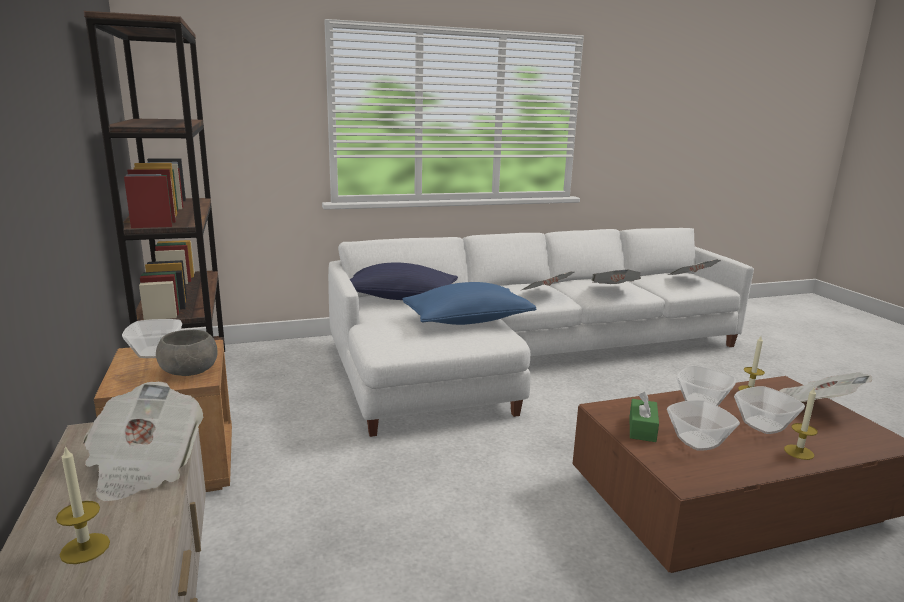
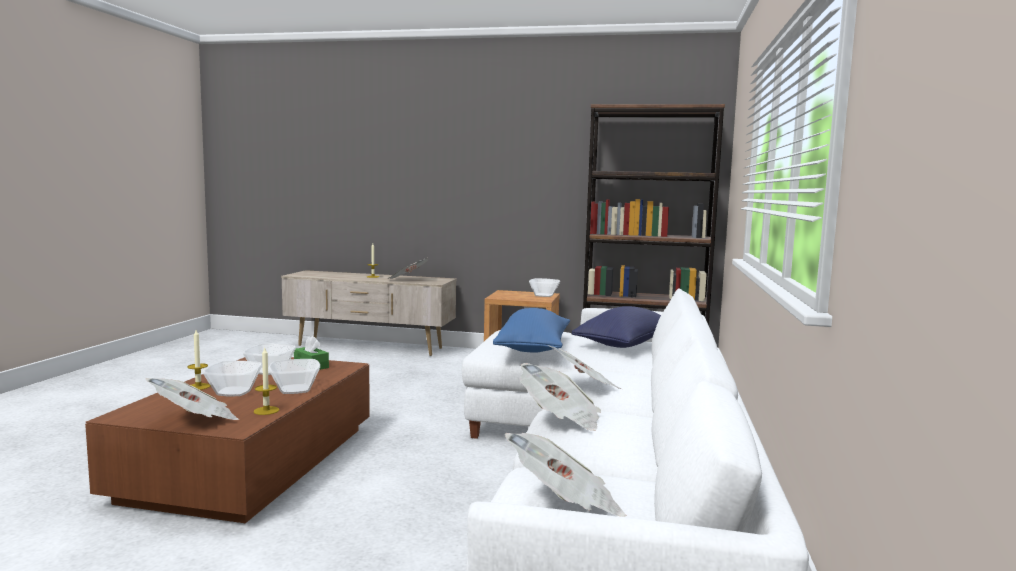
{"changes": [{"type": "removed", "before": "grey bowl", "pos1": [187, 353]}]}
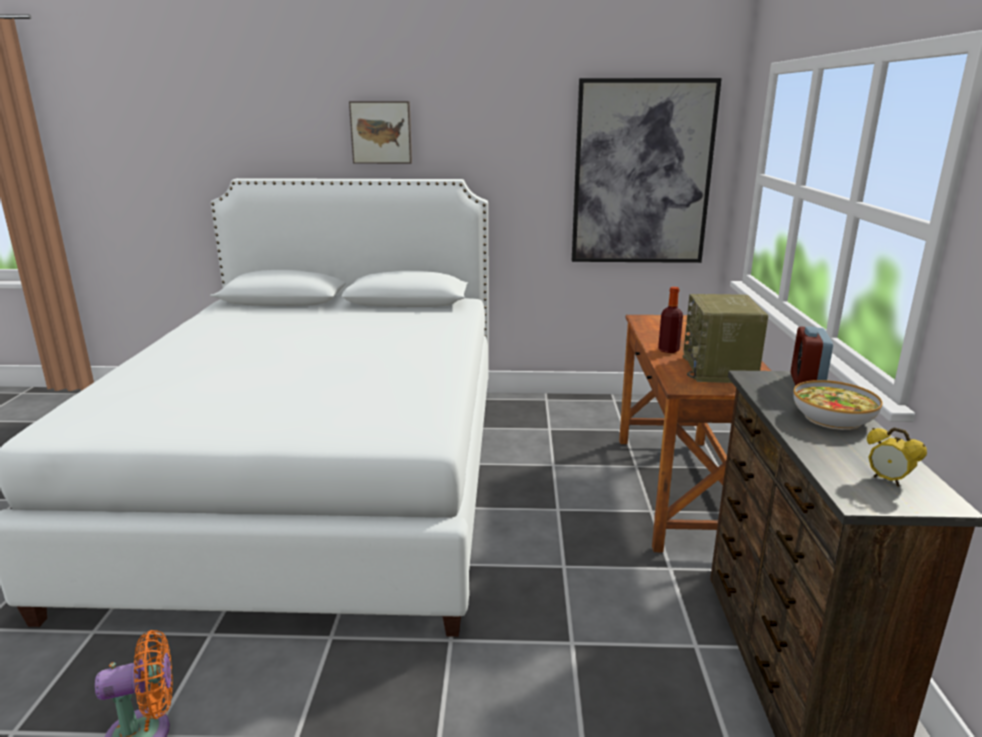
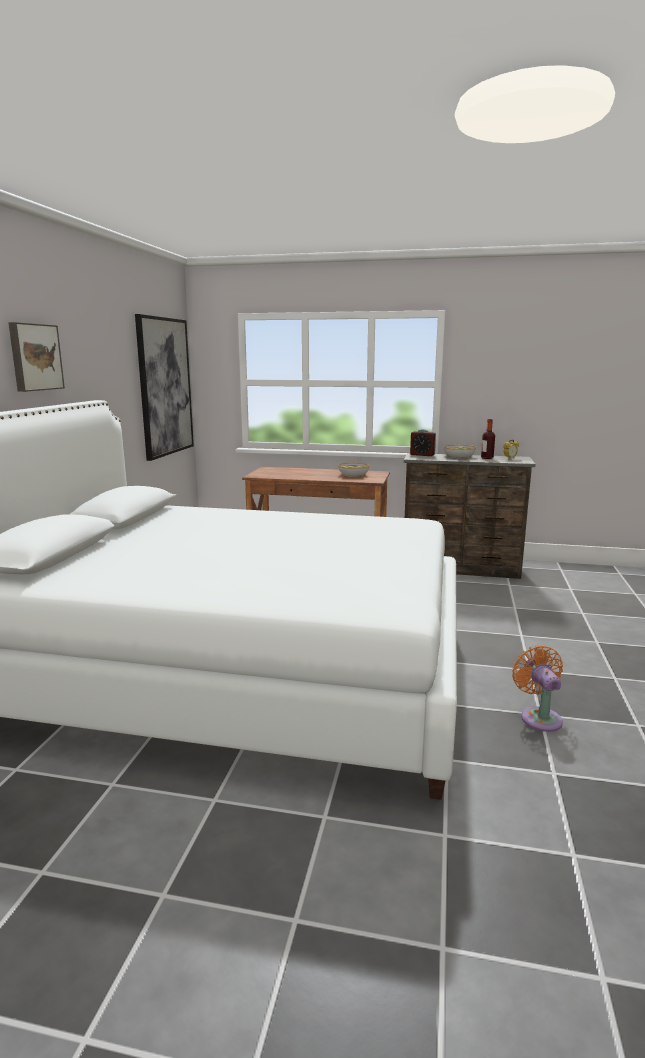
{"changes": [{"type": "moved", "before": "bottle", "pos1": [670, 320], "pos2": [488, 439]}, {"type": "replaced", "before": "radio", "after": "bowl", "pos1": [725, 338], "pos2": [353, 470]}]}
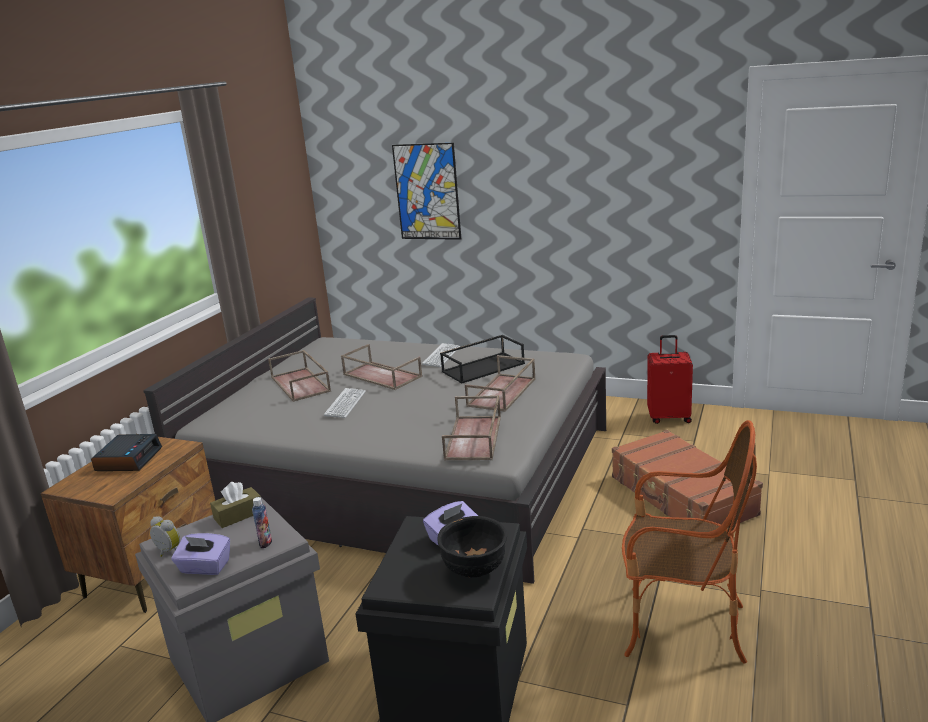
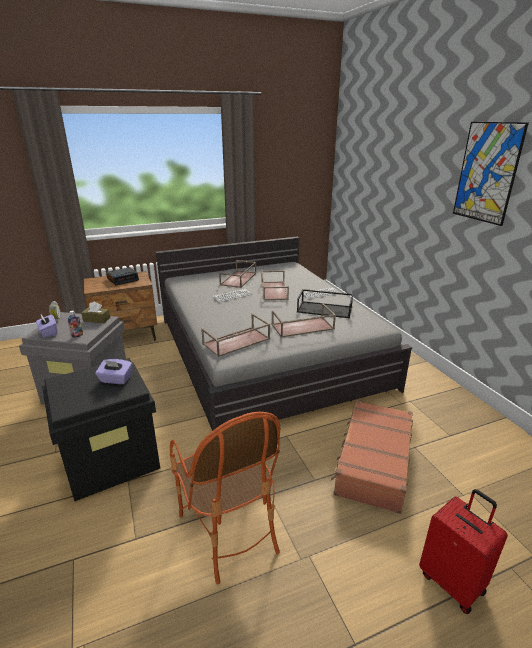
{"changes": [{"type": "moved", "before": "picture", "pos1": [426, 191], "pos2": [491, 174]}, {"type": "removed", "before": "black bowl", "pos1": [472, 546]}, {"type": "moved", "before": "red suitcase", "pos1": [670, 379], "pos2": [463, 551]}]}
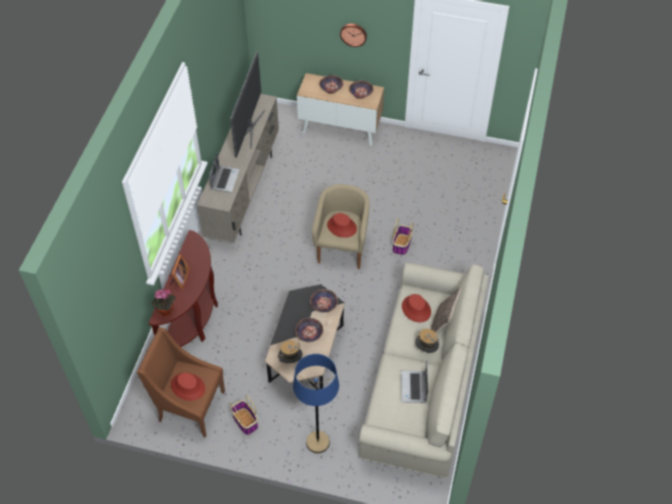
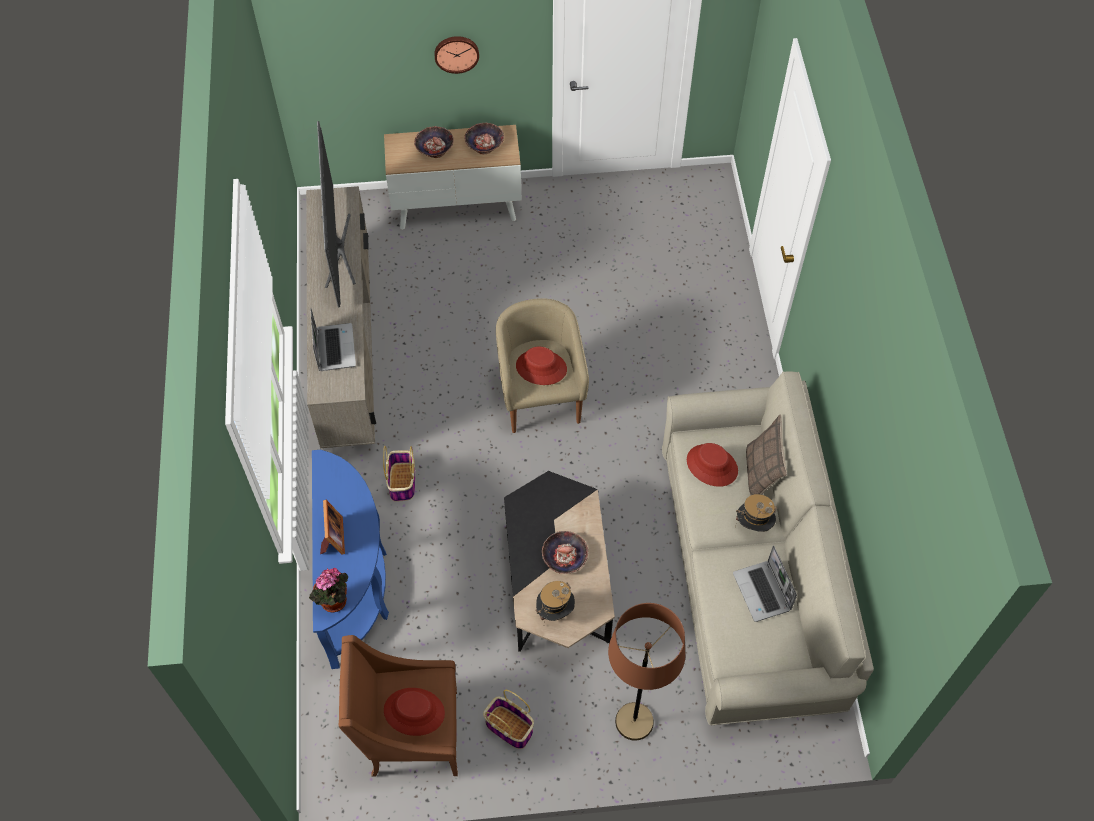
{"changes": [{"type": "recoloured", "before": "brown console table", "after": "blue console table", "pos1": [183, 288], "pos2": [350, 559]}, {"type": "recoloured", "before": "blue floor lamp", "after": "brown floor lamp", "pos1": [316, 403], "pos2": [647, 672]}, {"type": "removed", "before": "bowl", "pos1": [324, 301]}, {"type": "moved", "before": "basket", "pos1": [403, 236], "pos2": [399, 474]}]}
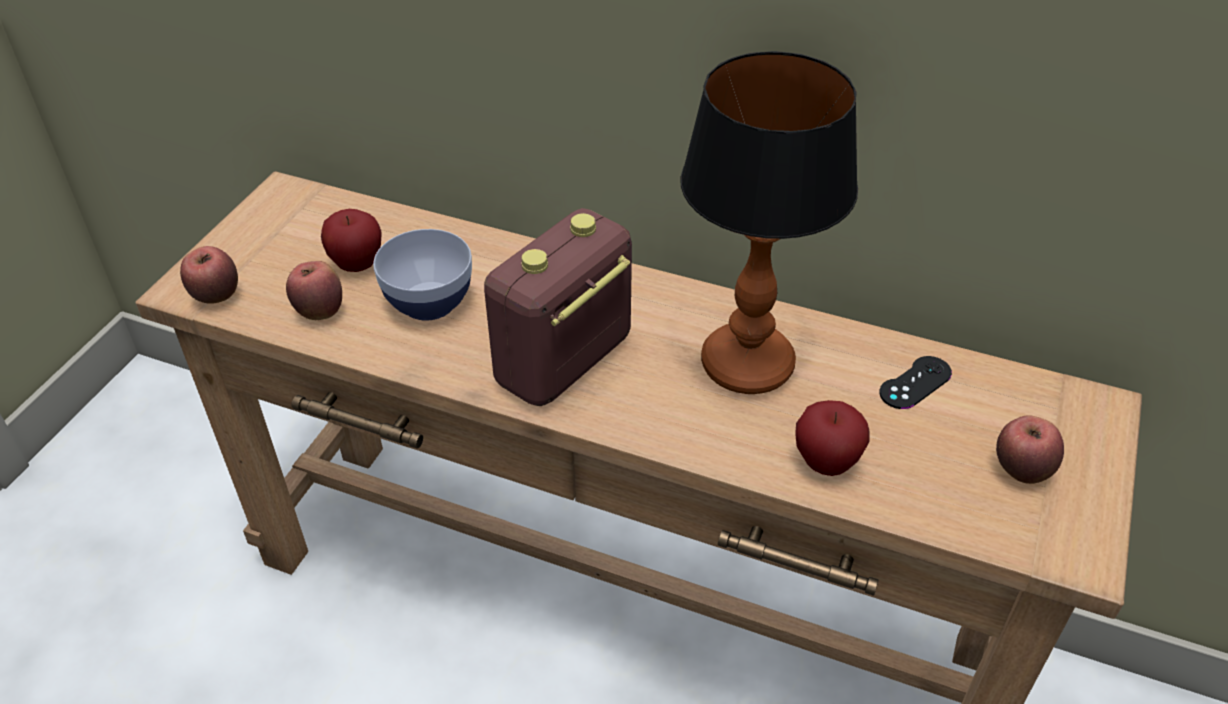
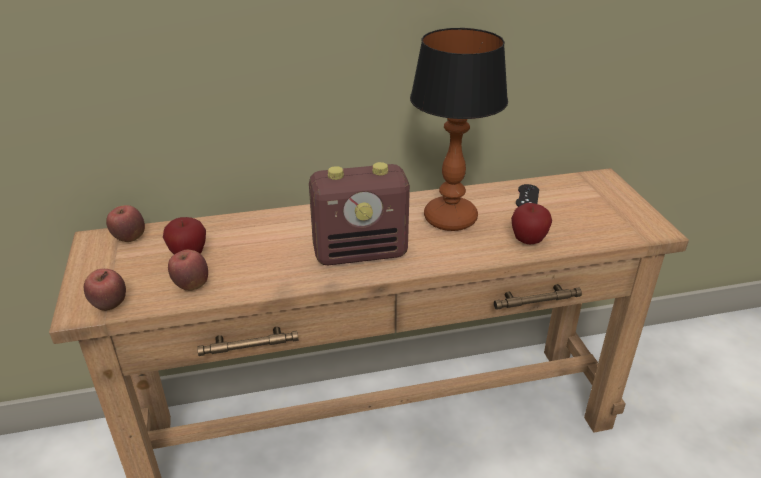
{"changes": [{"type": "removed", "before": "bowl", "pos1": [422, 274]}, {"type": "turned", "before": "radio", "pos1": [558, 307], "pos2": [359, 213], "turn": -105}, {"type": "moved", "before": "apple", "pos1": [1030, 449], "pos2": [125, 223]}]}
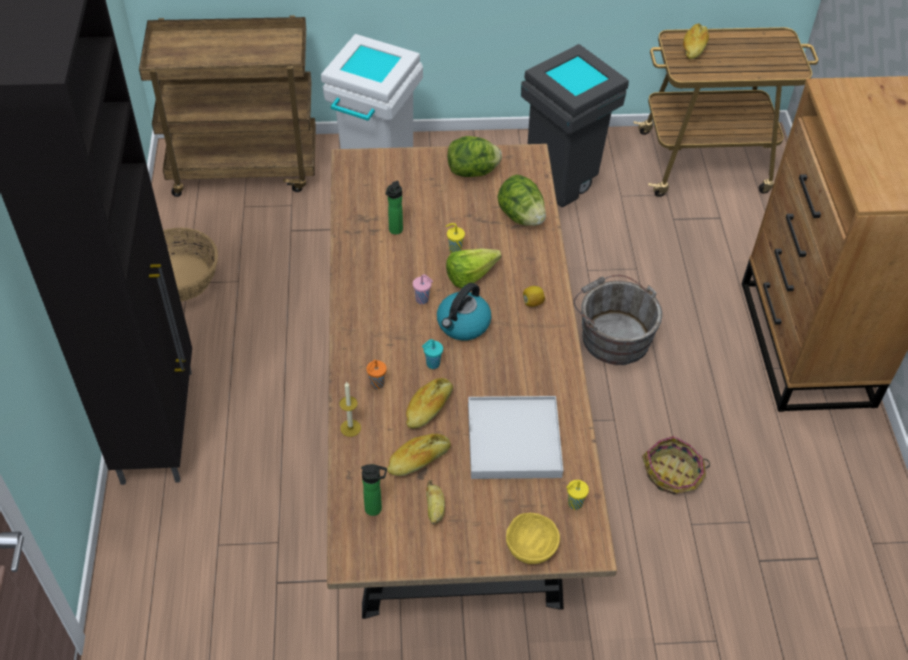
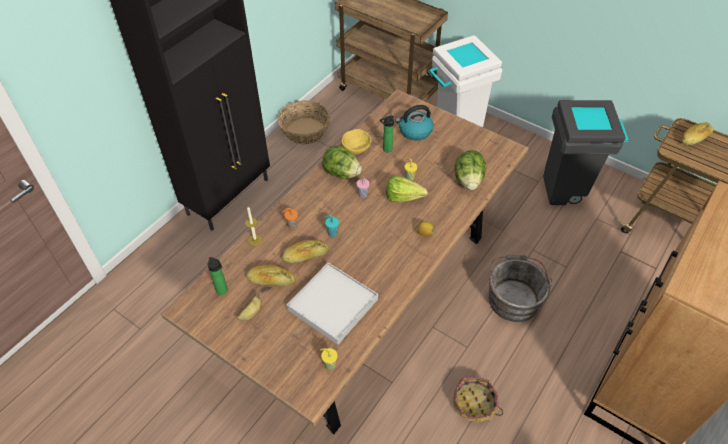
{"changes": [{"type": "moved", "before": "kettle", "pos1": [464, 312], "pos2": [414, 122]}, {"type": "moved", "before": "lettuce", "pos1": [474, 156], "pos2": [342, 162]}, {"type": "moved", "before": "yellow bowl", "pos1": [533, 538], "pos2": [356, 141]}]}
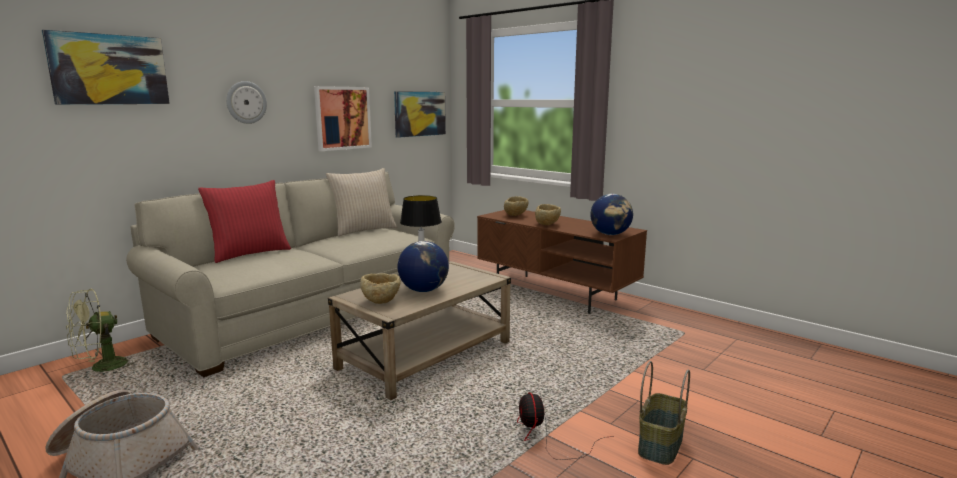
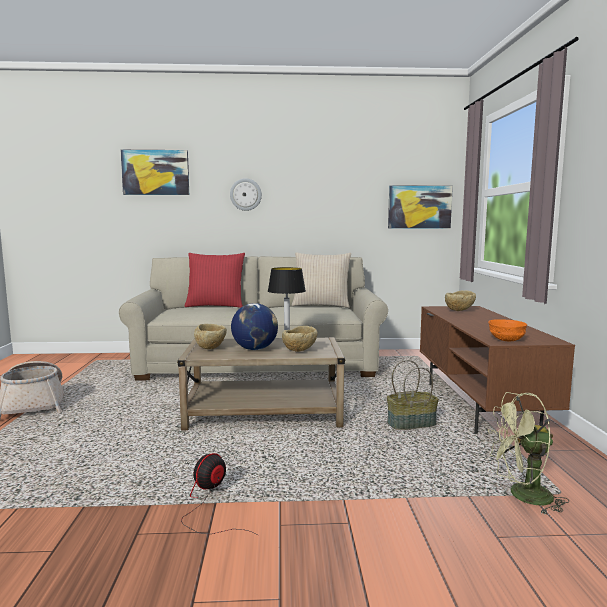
{"changes": [{"type": "moved", "before": "green fan", "pos1": [101, 332], "pos2": [528, 453]}, {"type": "removed", "before": "picture", "pos1": [343, 118]}, {"type": "moved", "before": "beige bowl", "pos1": [548, 214], "pos2": [300, 339]}, {"type": "replaced", "before": "globe", "after": "orange bowl", "pos1": [611, 214], "pos2": [507, 330]}, {"type": "moved", "before": "basket", "pos1": [664, 413], "pos2": [413, 395]}]}
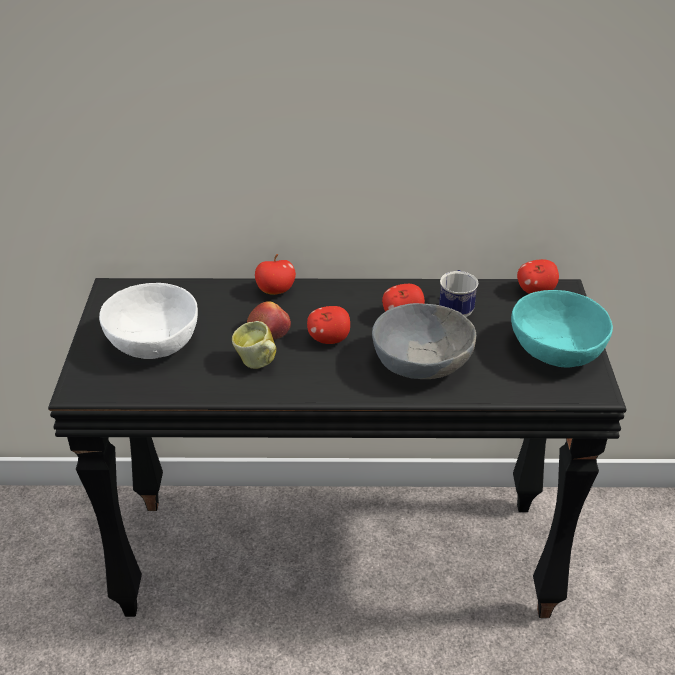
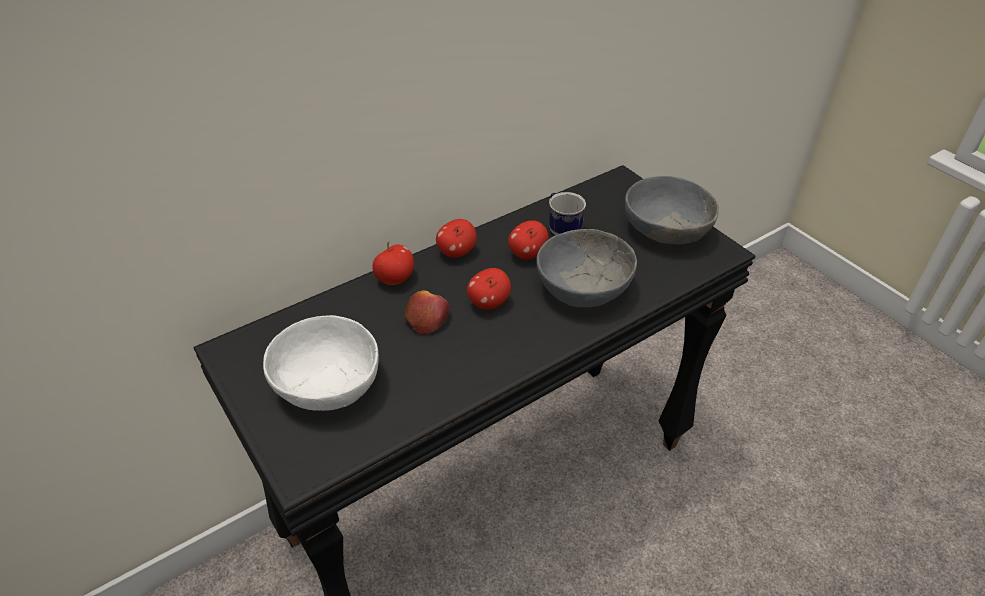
{"changes": [{"type": "removed", "before": "mug", "pos1": [254, 345]}, {"type": "recoloured", "before": "turquoise bowl", "after": "grey bowl", "pos1": [562, 329], "pos2": [672, 210]}, {"type": "moved", "before": "apple", "pos1": [538, 276], "pos2": [456, 238]}]}
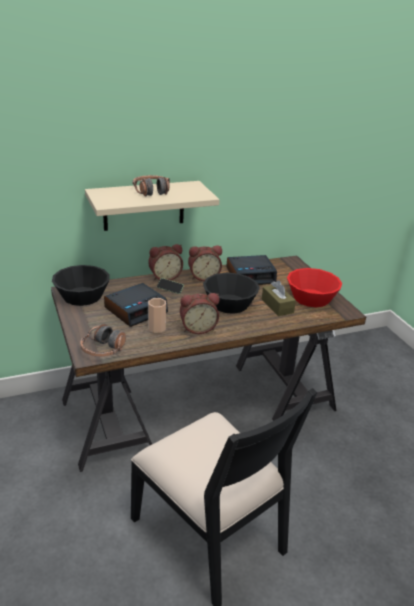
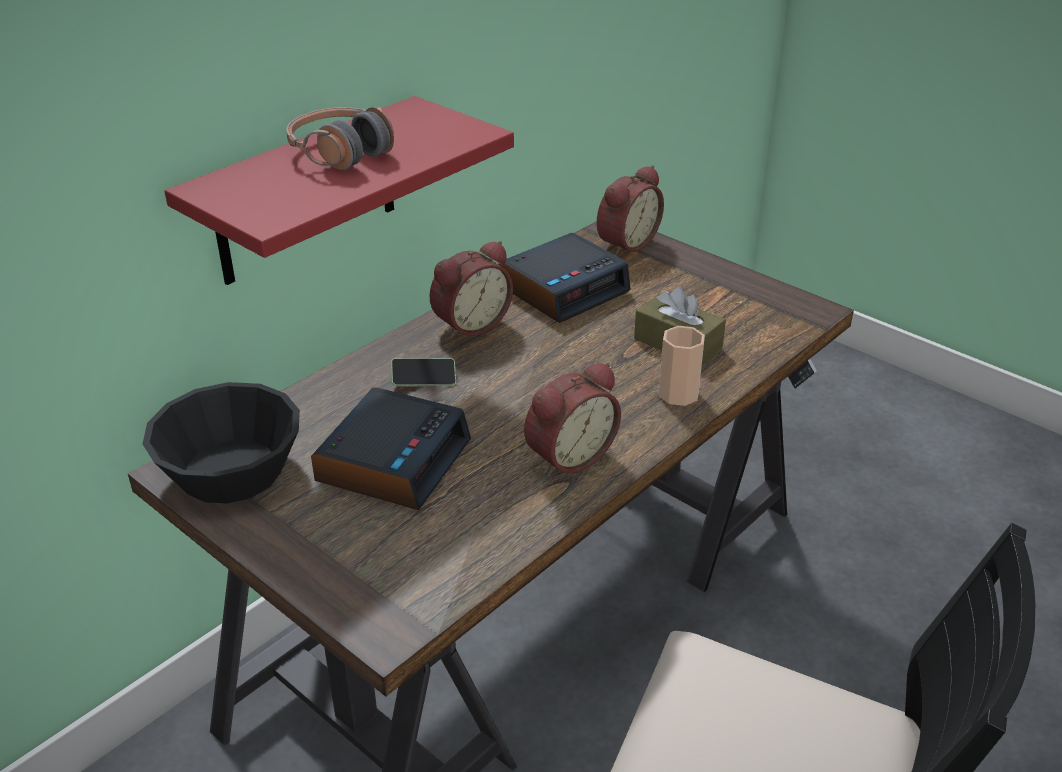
{"changes": [{"type": "removed", "before": "headphones", "pos1": [103, 340]}, {"type": "recoloured", "before": "beige shelf", "after": "red shelf", "pos1": [152, 206], "pos2": [339, 190]}, {"type": "moved", "before": "alarm clock", "pos1": [165, 262], "pos2": [630, 210]}, {"type": "moved", "before": "cup", "pos1": [157, 315], "pos2": [681, 366]}, {"type": "removed", "before": "black bowl", "pos1": [231, 293]}, {"type": "removed", "before": "red bowl", "pos1": [314, 287]}]}
